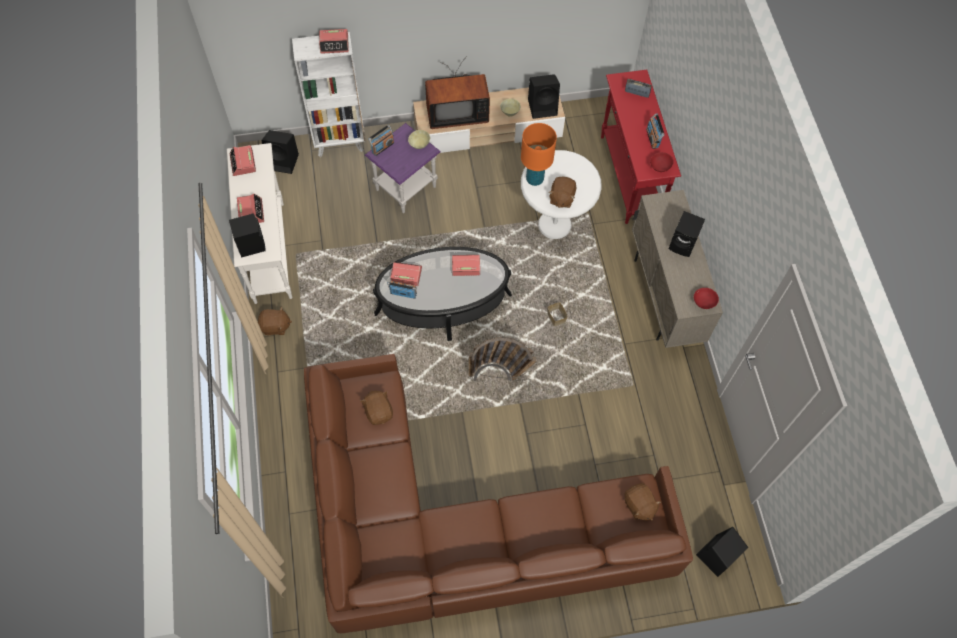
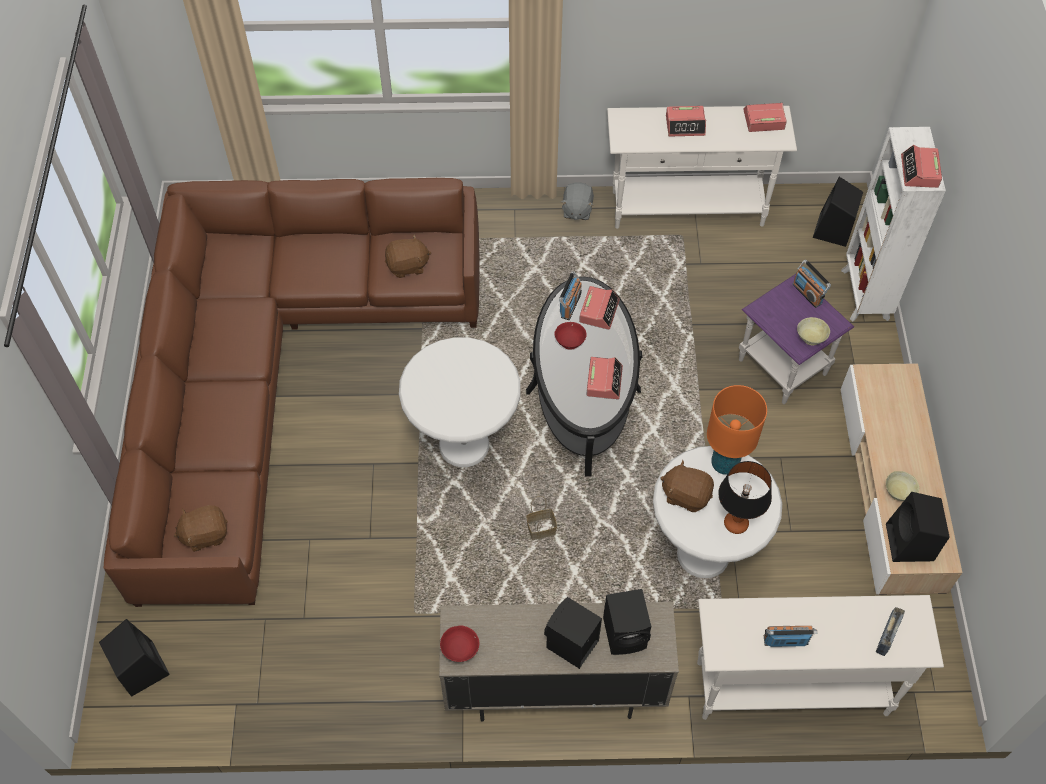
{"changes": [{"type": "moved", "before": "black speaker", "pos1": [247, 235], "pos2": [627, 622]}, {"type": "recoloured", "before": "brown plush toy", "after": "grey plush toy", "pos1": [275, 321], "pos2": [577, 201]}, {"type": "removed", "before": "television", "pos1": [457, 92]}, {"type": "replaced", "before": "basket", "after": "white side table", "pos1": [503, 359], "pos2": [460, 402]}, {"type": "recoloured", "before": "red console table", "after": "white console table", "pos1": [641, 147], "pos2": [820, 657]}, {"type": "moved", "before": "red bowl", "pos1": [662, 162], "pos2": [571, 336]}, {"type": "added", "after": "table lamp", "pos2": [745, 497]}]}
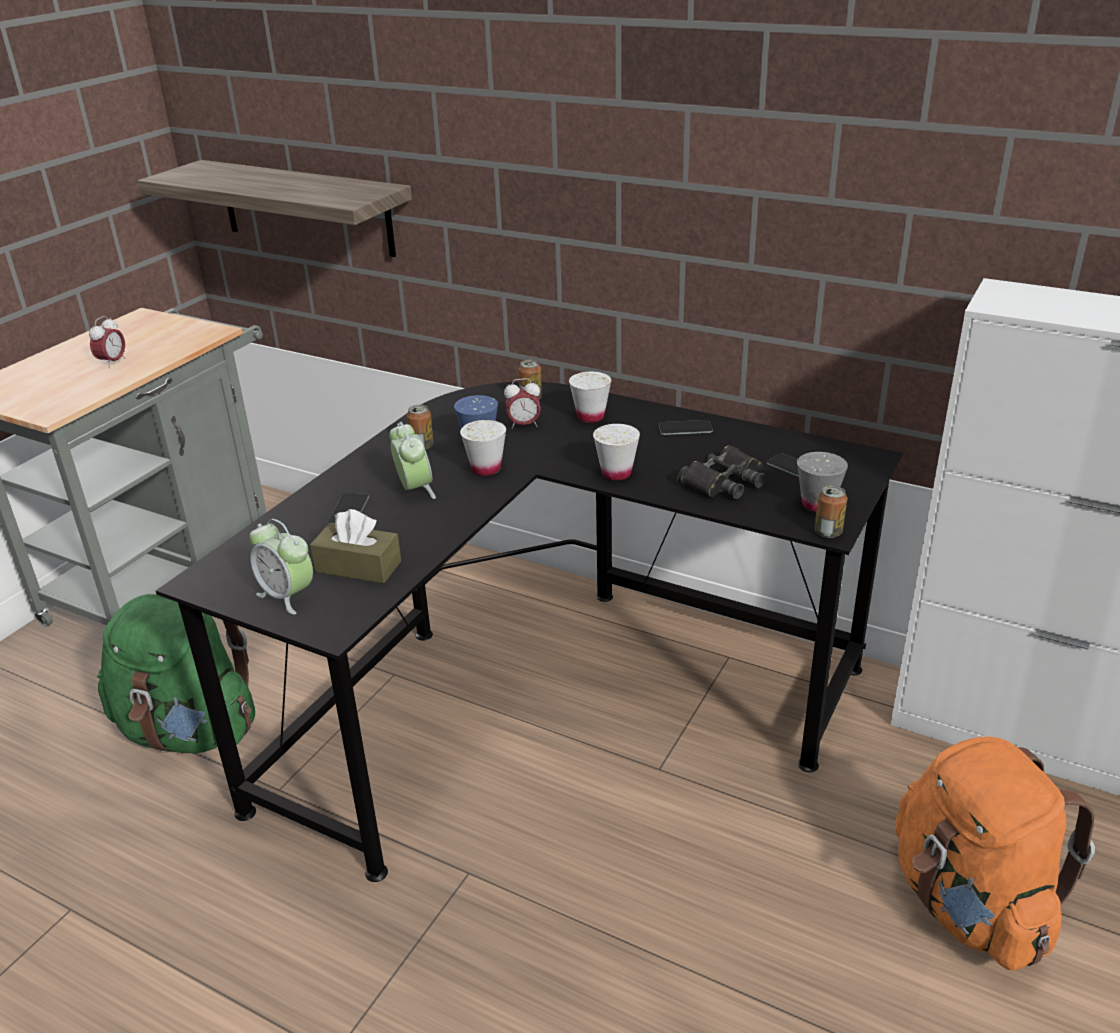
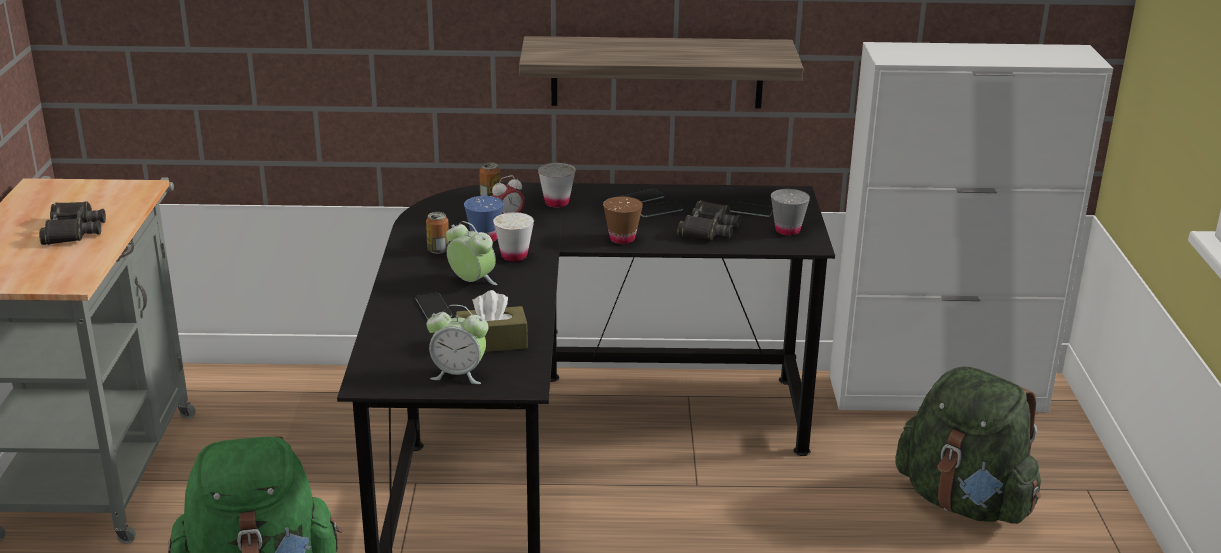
{"changes": [{"type": "replaced", "before": "alarm clock", "after": "black binoculars", "pos1": [107, 342], "pos2": [72, 223]}, {"type": "moved", "before": "shelf", "pos1": [274, 208], "pos2": [661, 72]}, {"type": "recoloured", "before": "white cup", "after": "brown cup", "pos1": [616, 452], "pos2": [623, 220]}, {"type": "removed", "before": "can", "pos1": [830, 511]}, {"type": "recoloured", "before": "orange backpack", "after": "green backpack", "pos1": [995, 853], "pos2": [968, 445]}, {"type": "added", "after": "phone", "pos2": [662, 209]}]}
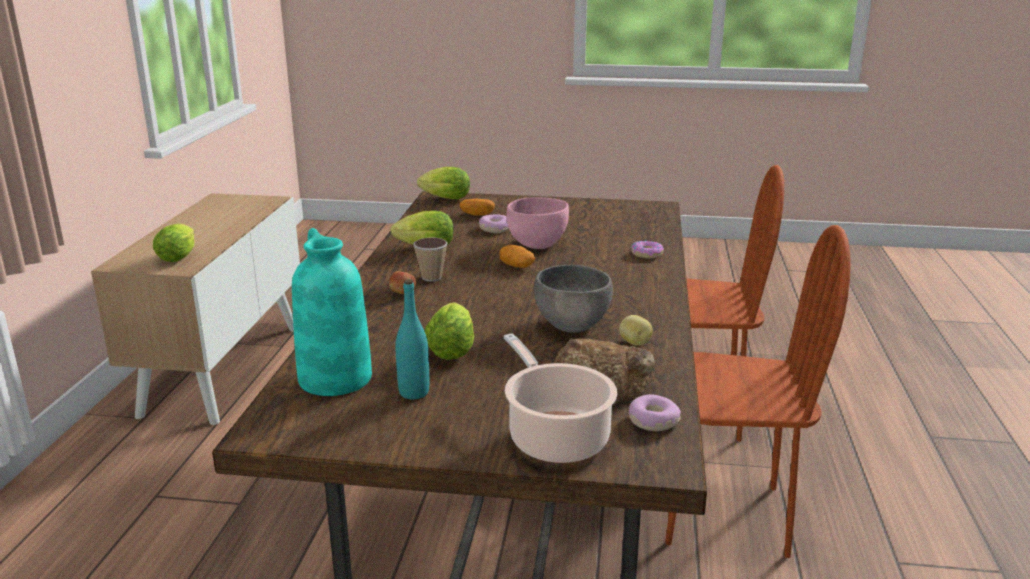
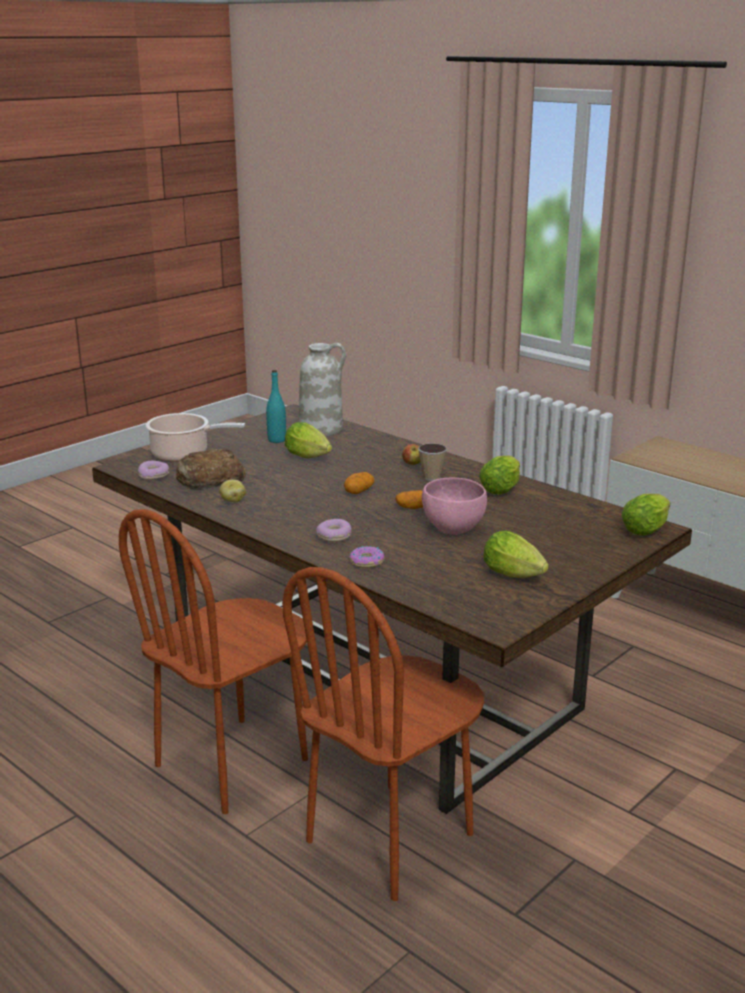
{"changes": [{"type": "moved", "before": "lettuce", "pos1": [174, 243], "pos2": [516, 554]}, {"type": "recoloured", "before": "turquoise vase", "after": "white vase", "pos1": [332, 312], "pos2": [322, 389]}, {"type": "moved", "before": "potato", "pos1": [477, 207], "pos2": [359, 483]}, {"type": "moved", "before": "donut", "pos1": [494, 223], "pos2": [334, 530]}, {"type": "removed", "before": "grey bowl", "pos1": [573, 299]}]}
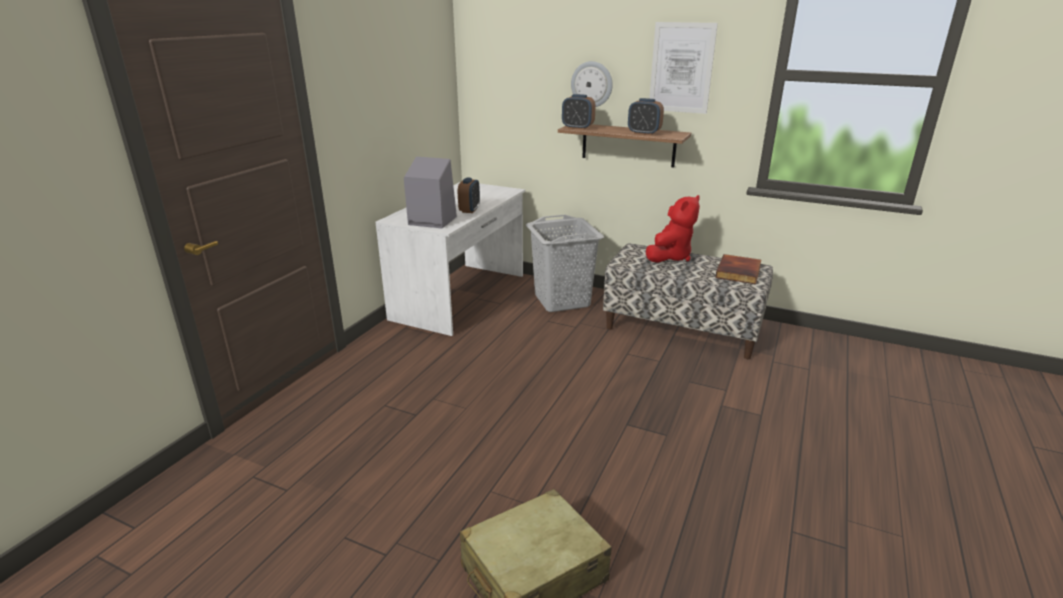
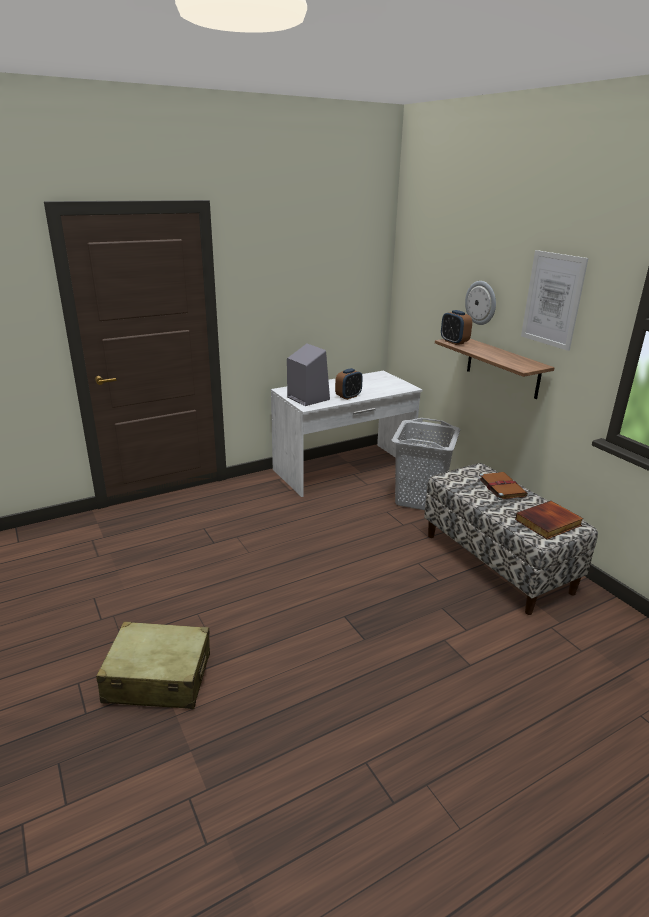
{"changes": [{"type": "removed", "before": "alarm clock", "pos1": [646, 116]}, {"type": "replaced", "before": "red plush toy", "after": "brown book", "pos1": [673, 229], "pos2": [503, 486]}]}
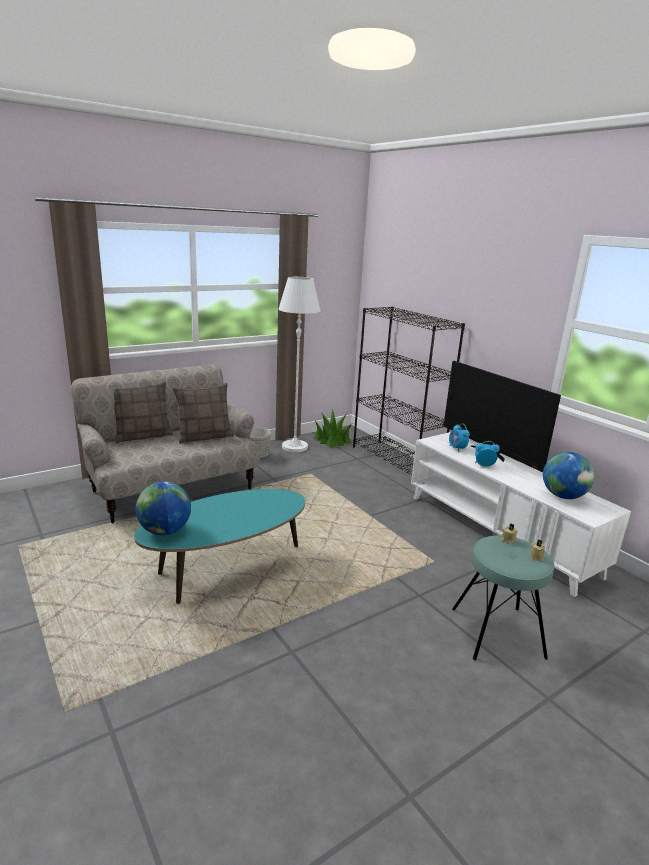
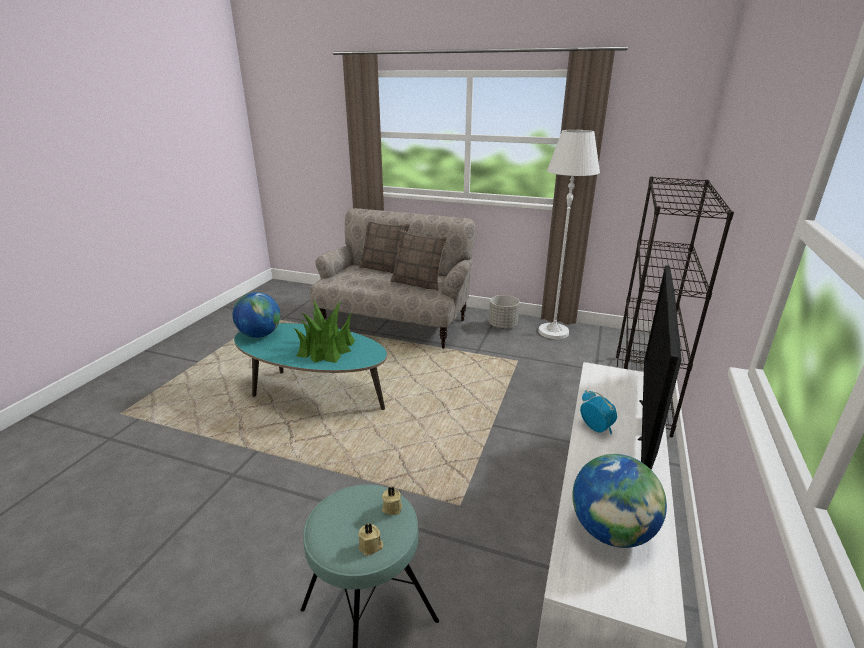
{"changes": [{"type": "moved", "before": "potted plant", "pos1": [332, 428], "pos2": [324, 332]}, {"type": "removed", "before": "alarm clock", "pos1": [459, 438]}]}
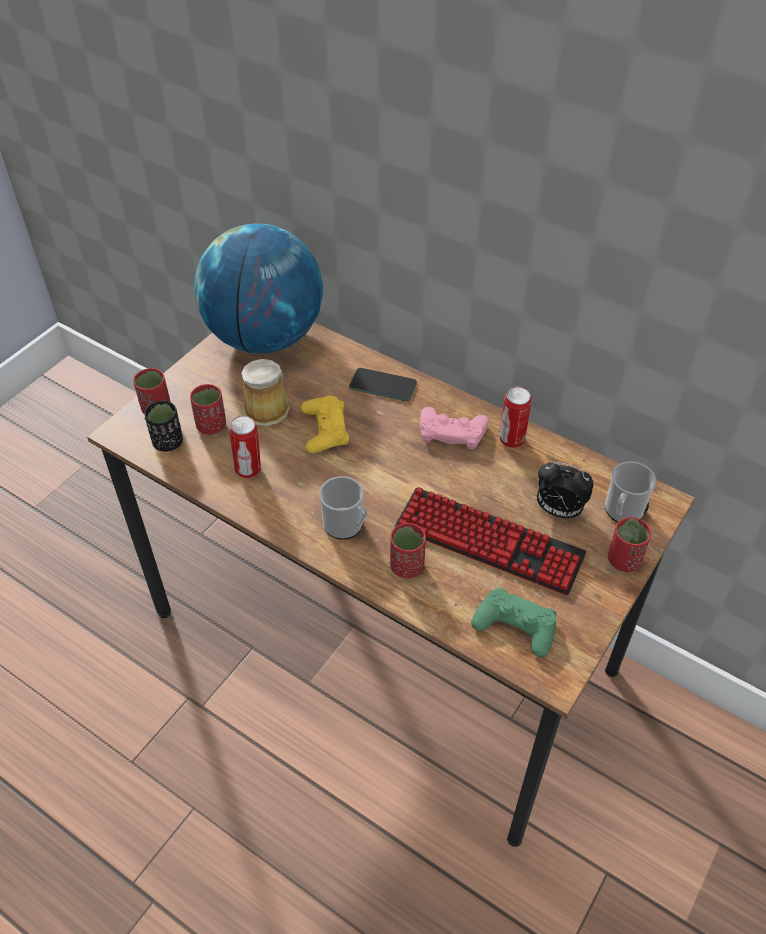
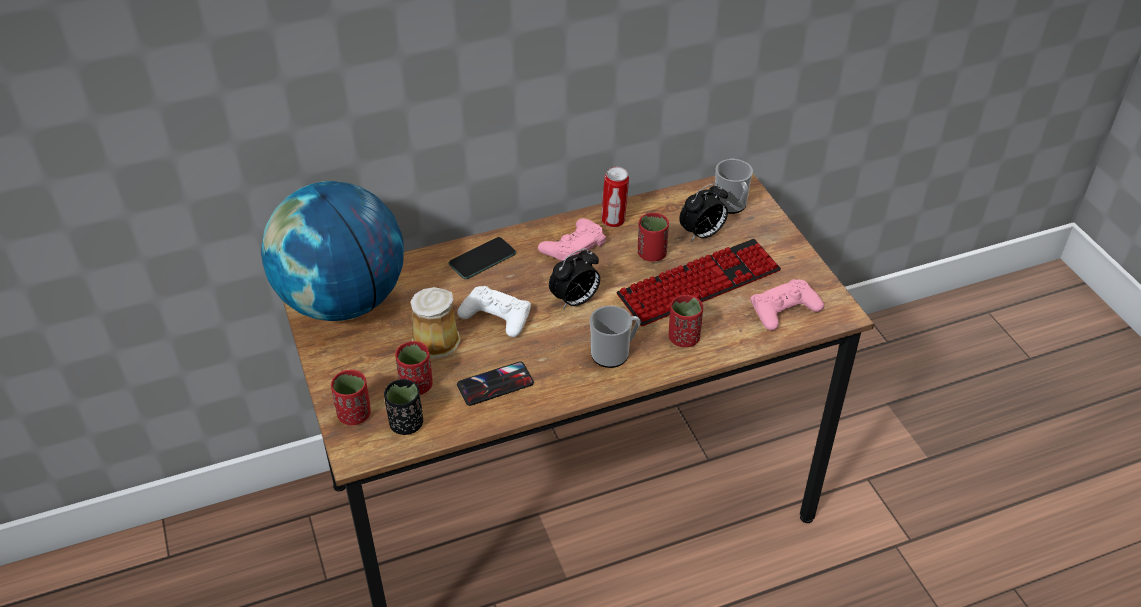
{"changes": [{"type": "replaced", "before": "can", "after": "phone", "pos1": [245, 447], "pos2": [495, 383]}, {"type": "recoloured", "before": "yellow game controller", "after": "white game controller", "pos1": [325, 424], "pos2": [494, 311]}, {"type": "recoloured", "before": "green game controller", "after": "pink game controller", "pos1": [513, 622], "pos2": [787, 304]}, {"type": "moved", "before": "red cup", "pos1": [629, 544], "pos2": [653, 237]}, {"type": "added", "after": "alarm clock", "pos2": [574, 278]}]}
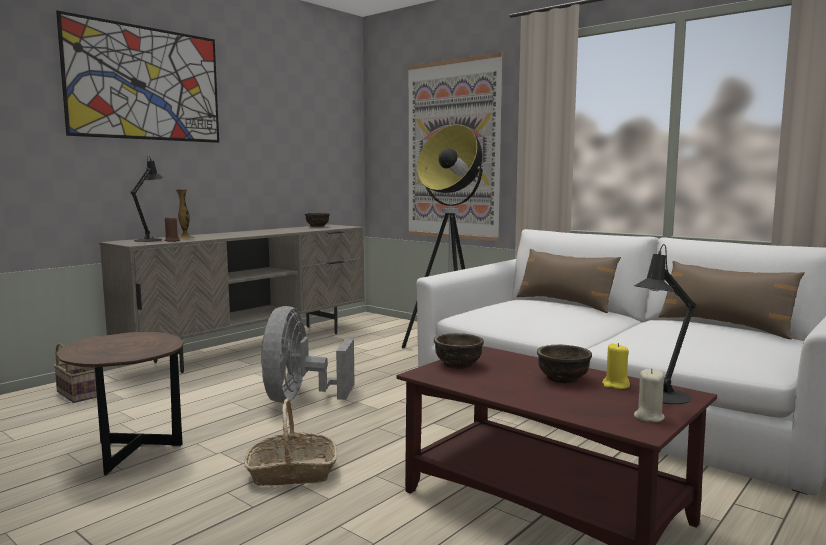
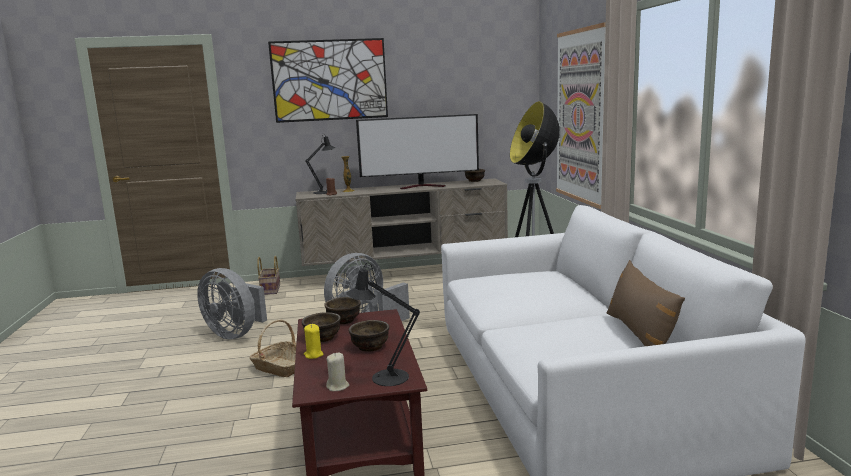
{"changes": [{"type": "replaced", "before": "brown side table", "after": "grey fan", "pos1": [120, 404], "pos2": [232, 303]}, {"type": "removed", "before": "brown pillow", "pos1": [569, 281]}, {"type": "moved", "before": "yellow candle", "pos1": [616, 366], "pos2": [313, 341]}, {"type": "added", "after": "brown bowl", "pos2": [321, 327]}, {"type": "added", "after": "television", "pos2": [417, 151]}]}
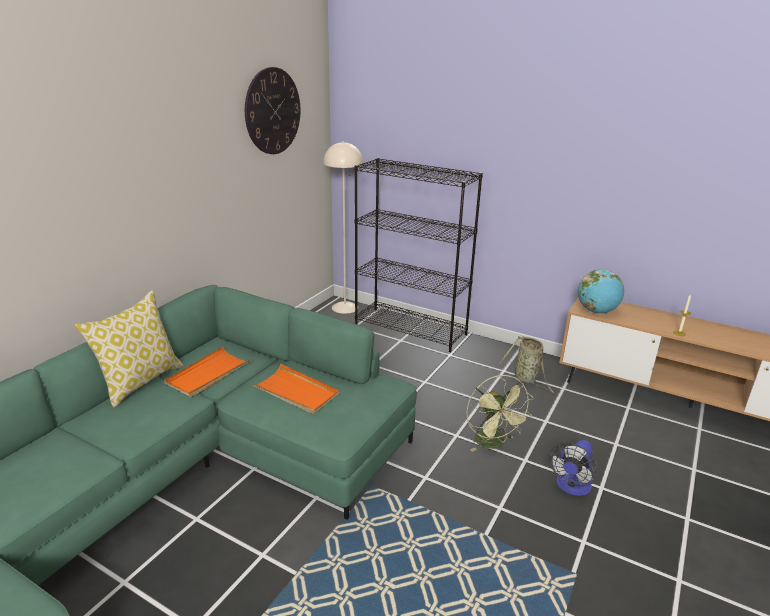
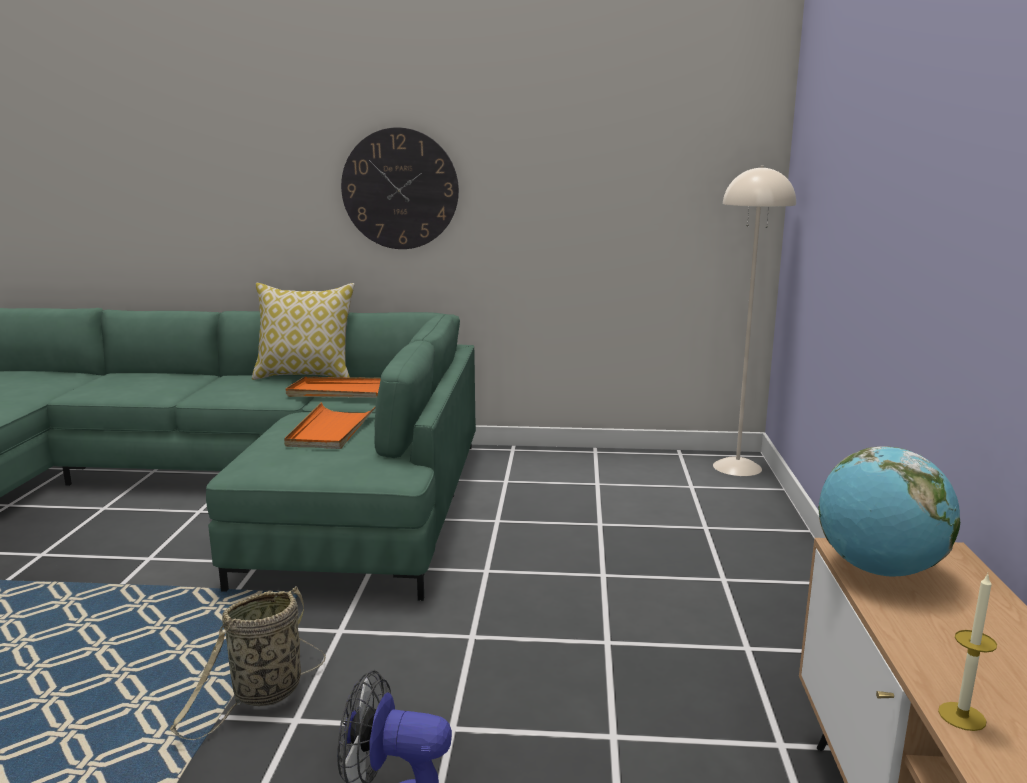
{"changes": [{"type": "moved", "before": "wall clock", "pos1": [272, 110], "pos2": [400, 188]}, {"type": "removed", "before": "black bookcase", "pos1": [418, 255]}, {"type": "removed", "before": "green fan", "pos1": [500, 413]}, {"type": "moved", "before": "basket", "pos1": [527, 365], "pos2": [248, 663]}]}
